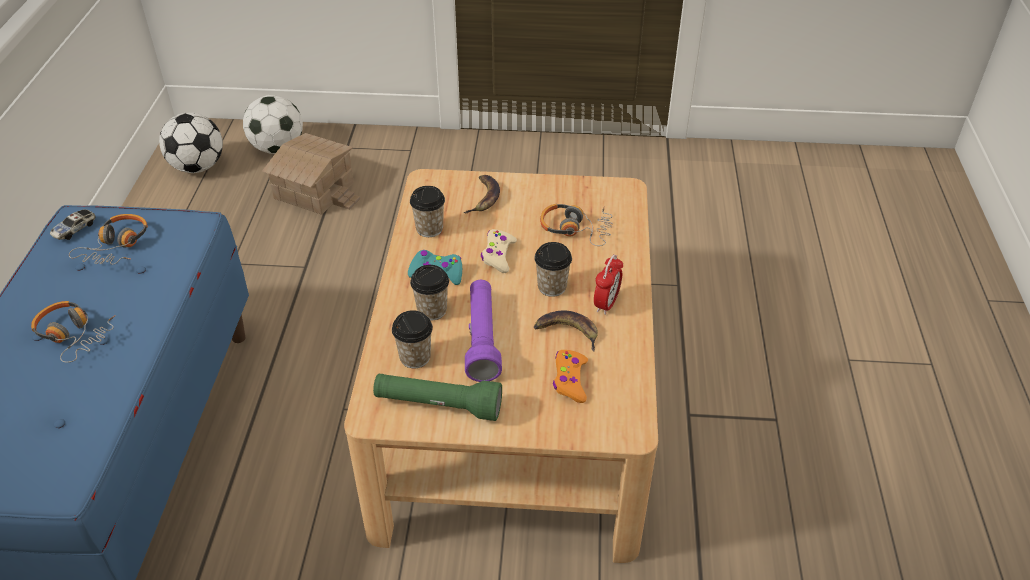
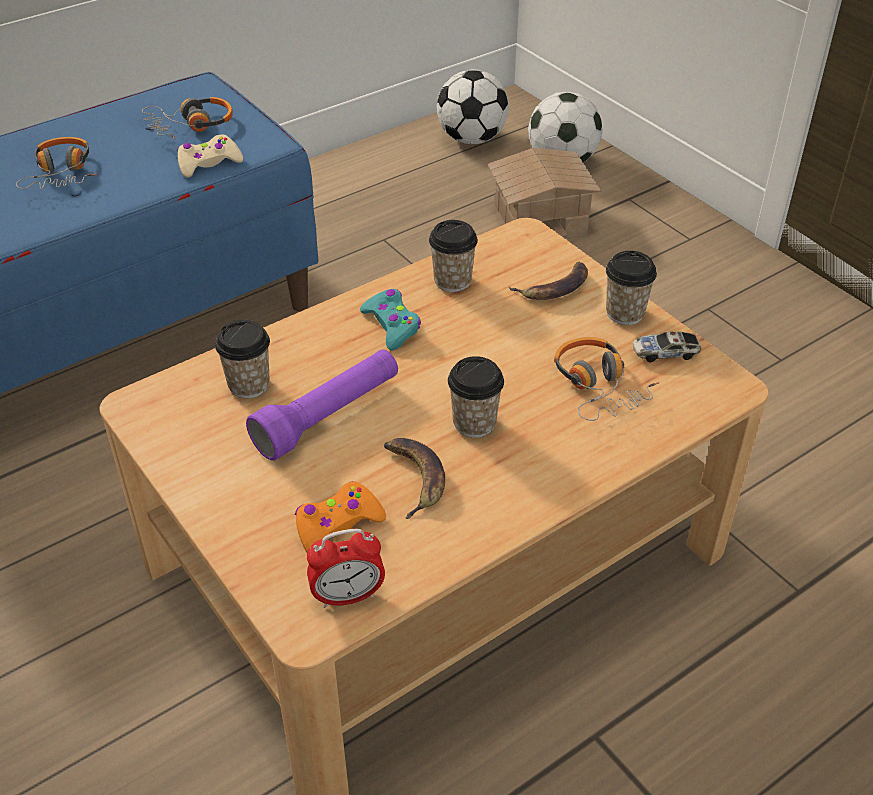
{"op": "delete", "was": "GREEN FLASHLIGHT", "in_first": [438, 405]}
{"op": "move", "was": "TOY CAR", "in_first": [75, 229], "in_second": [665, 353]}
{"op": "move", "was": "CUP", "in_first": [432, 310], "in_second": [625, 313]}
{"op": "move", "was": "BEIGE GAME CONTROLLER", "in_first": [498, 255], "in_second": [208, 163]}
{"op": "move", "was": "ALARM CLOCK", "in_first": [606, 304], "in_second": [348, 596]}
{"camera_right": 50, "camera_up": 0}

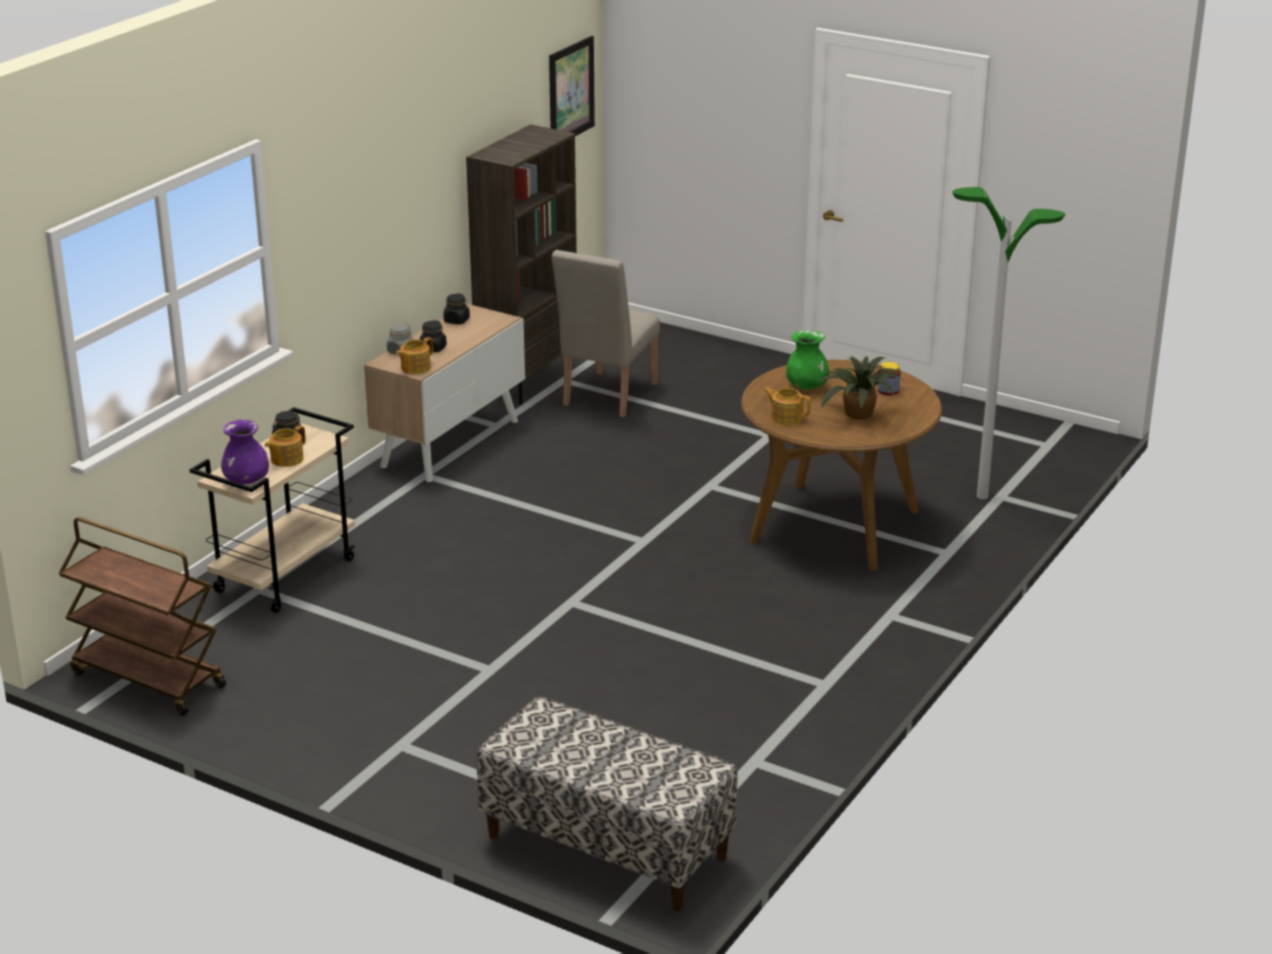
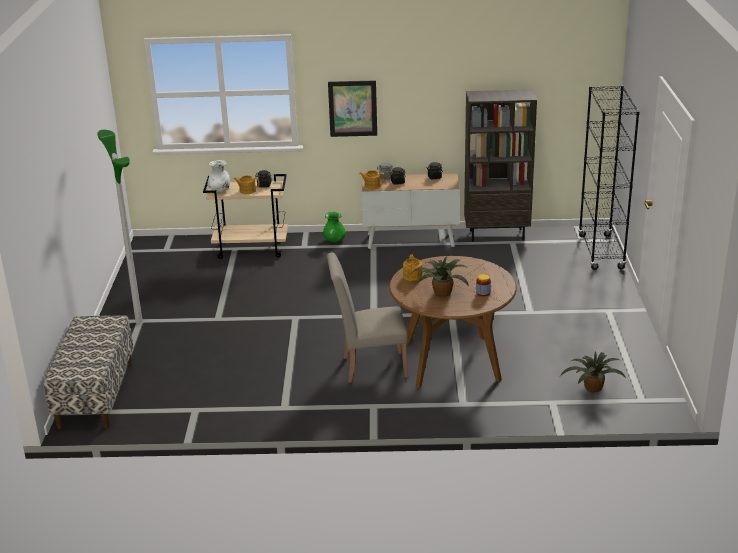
{"op": "delete", "was": "BROWN CART", "in_first": [147, 680]}
{"op": "insert", "now": "POTTED PLANT", "in_second": [592, 388]}
{"op": "insert", "now": "BLACK BOOKCASE", "in_second": [601, 252]}
{"op": "move", "was": "PICTURE", "in_first": [571, 91], "in_second": [352, 108]}
{"op": "move", "was": "BEIGE CHAIR", "in_first": [606, 397], "in_second": [369, 367]}
{"op": "move", "was": "GREEN VASE", "in_first": [806, 386], "in_second": [334, 240]}
{"op": "move", "was": "FLOOR LAMP", "in_first": [982, 496], "in_second": [138, 321]}
{"op": "recolor", "was": "PURPLE VASE", "now": "WHITE VASE", "in_first": [246, 481], "in_second": [220, 190]}
{"camera_right": 60, "camera_up": 0}

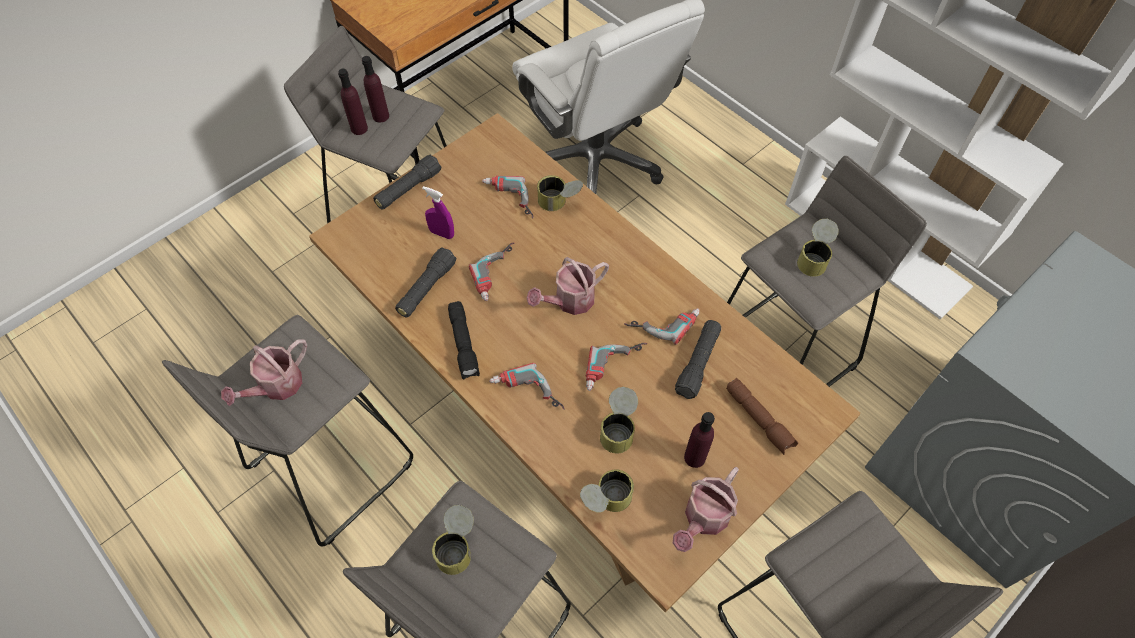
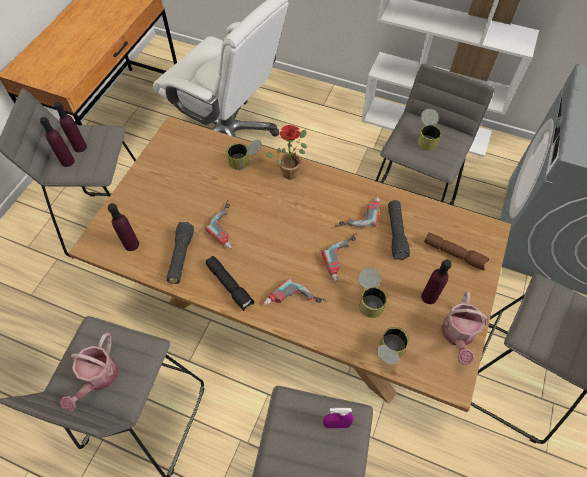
{"op": "delete", "was": "BLACK FLASHLIGHT", "in_first": [408, 189]}
{"op": "delete", "was": "CAN", "in_first": [457, 546]}
{"op": "delete", "was": "POWER DRILL", "in_first": [507, 201]}
{"op": "delete", "was": "WATERING CAN", "in_first": [569, 301]}
{"op": "insert", "now": "PURPLE BOTTLE", "in_second": [131, 244]}
{"op": "insert", "now": "POTTED PLANT", "in_second": [290, 171]}
{"op": "move", "was": "PURPLE SPRAY BOTTLE", "in_first": [442, 233], "in_second": [336, 424]}
{"camera_right": -25, "camera_up": 0}

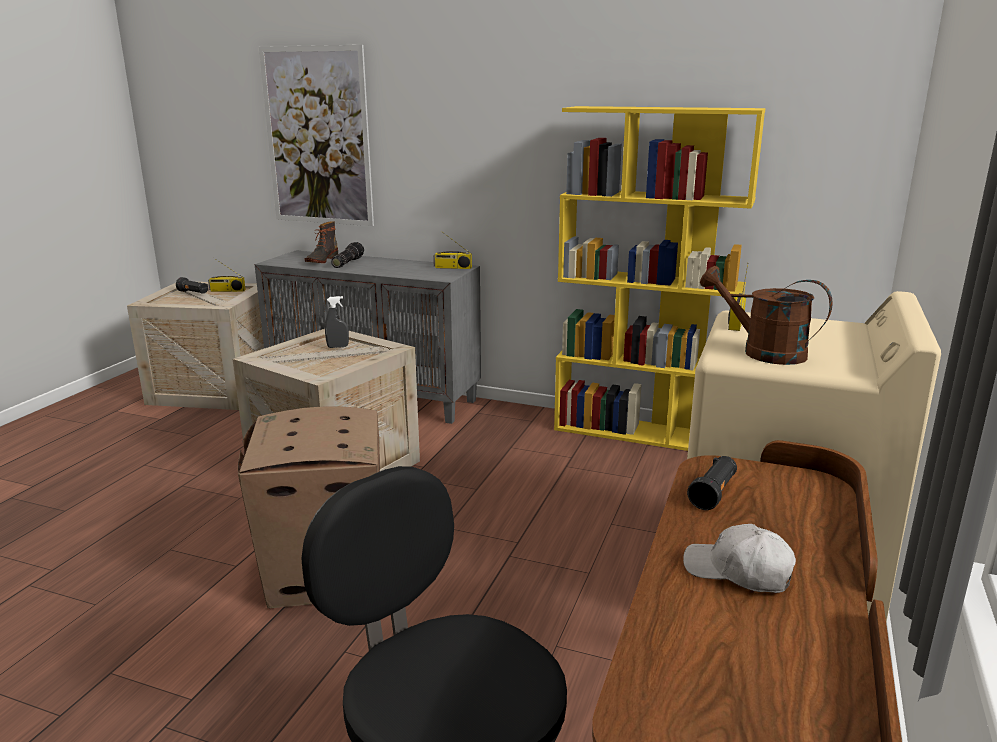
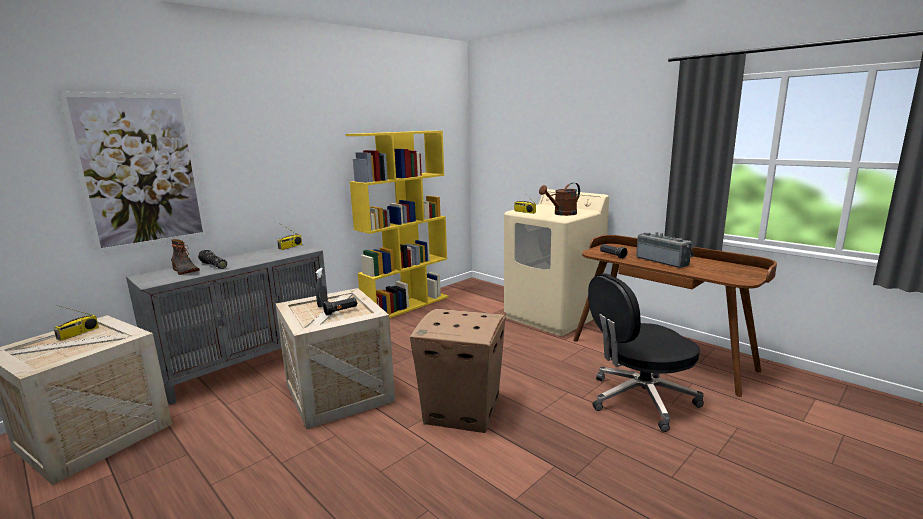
{"op": "move", "was": "BLACK FLASHLIGHT", "in_first": [193, 293], "in_second": [341, 311]}
{"op": "replace", "was": "WHITE CAP", "now": "RADIO", "in_first": [738, 572], "in_second": [663, 261]}
{"camera_right": -65, "camera_up": -5}

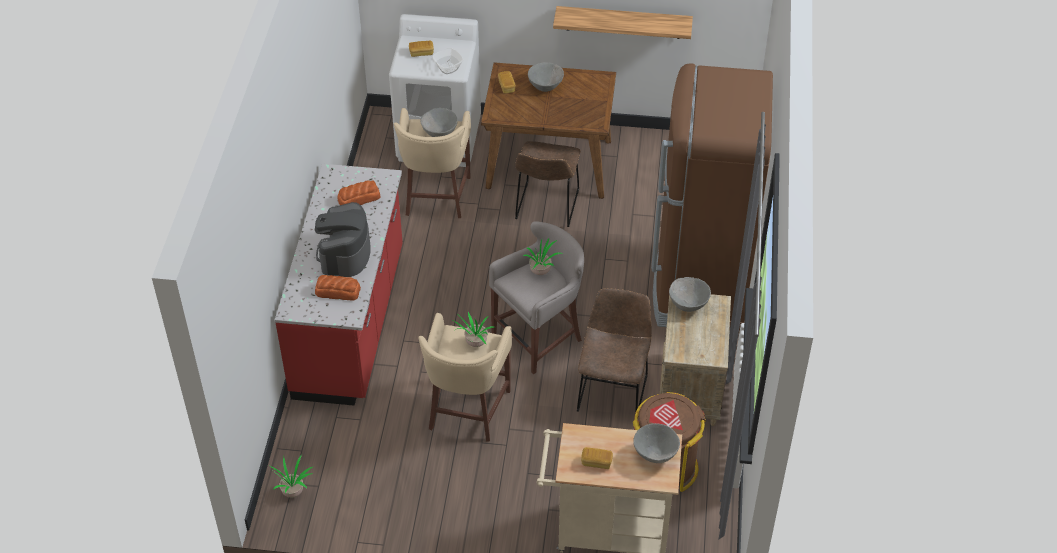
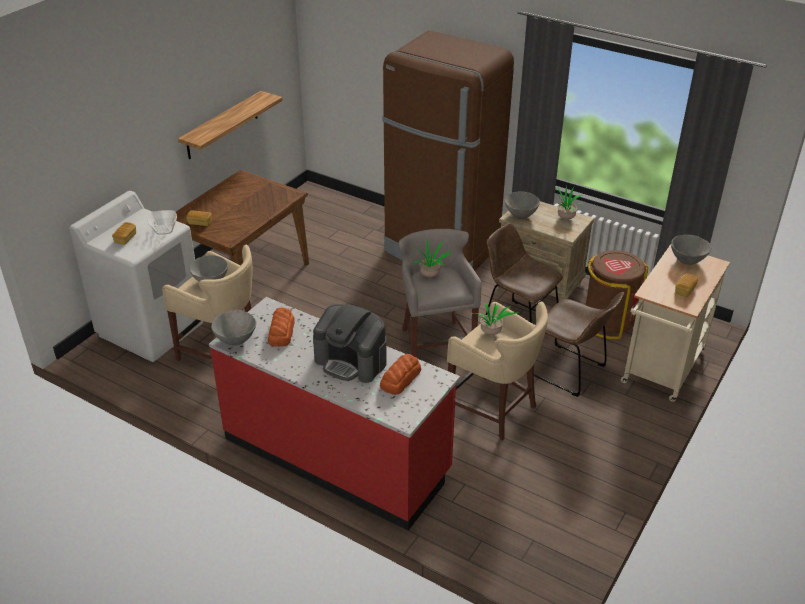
{"op": "move", "was": "POTTED PLANT", "in_first": [293, 491], "in_second": [564, 218]}
{"op": "move", "was": "BROWN CHAIR", "in_first": [546, 207], "in_second": [570, 372]}
{"op": "move", "was": "GREY BOWL", "in_first": [545, 87], "in_second": [236, 340]}
{"camera_right": -65, "camera_up": -10}

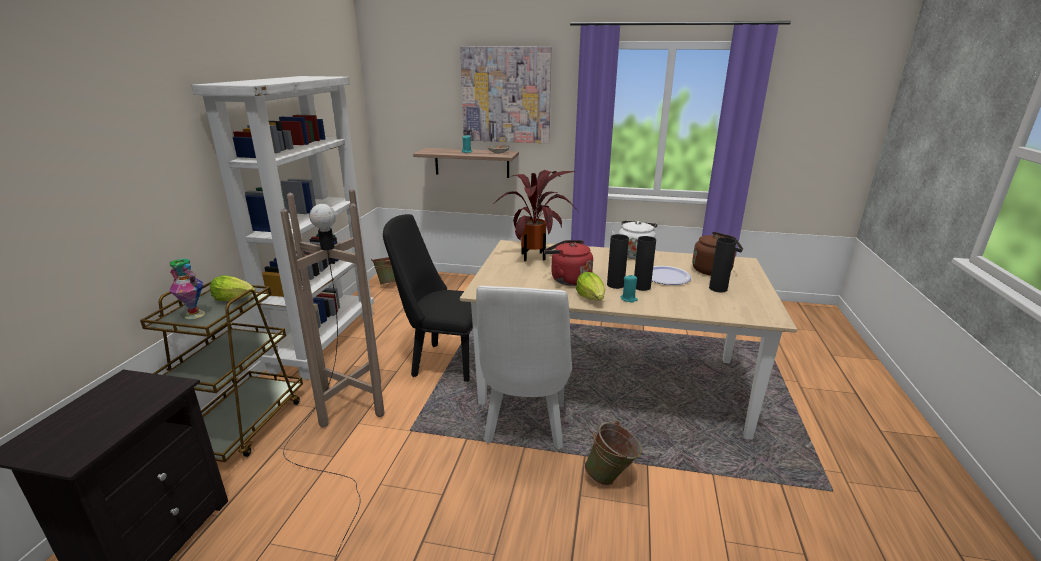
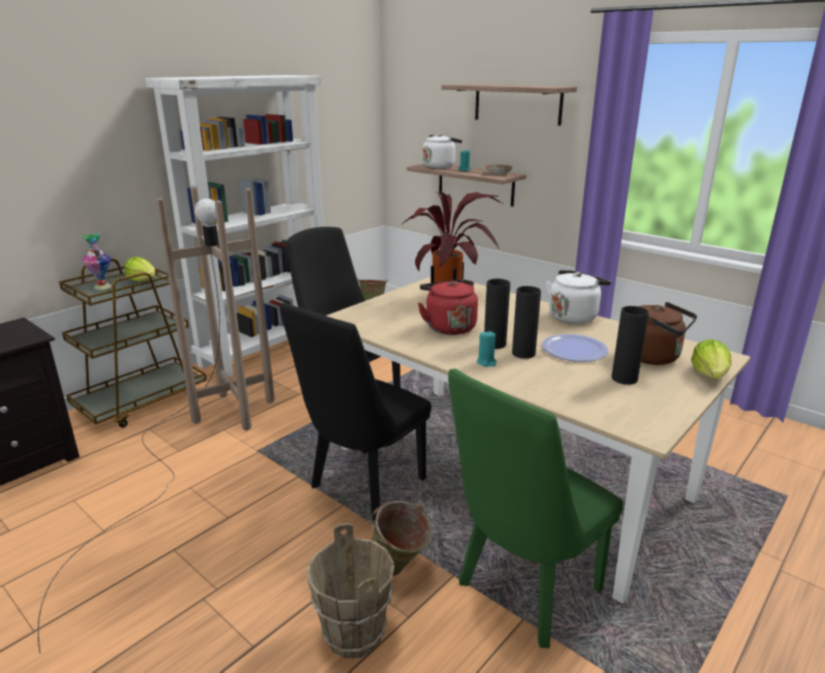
{"op": "insert", "now": "BROWN BUCKET", "in_second": [353, 634]}
{"op": "insert", "now": "WHITE KETTLE", "in_second": [440, 166]}
{"op": "insert", "now": "GREEN CHAIR", "in_second": [522, 593]}
{"op": "move", "was": "LETTUCE", "in_first": [591, 298], "in_second": [710, 375]}
{"op": "replace", "was": "PICTURE", "now": "SHELF", "in_first": [506, 95], "in_second": [517, 103]}
{"op": "recolor", "was": "WHITE CHAIR", "now": "BLACK CHAIR", "in_first": [526, 429], "in_second": [362, 488]}
{"camera_right": 30, "camera_up": 0}

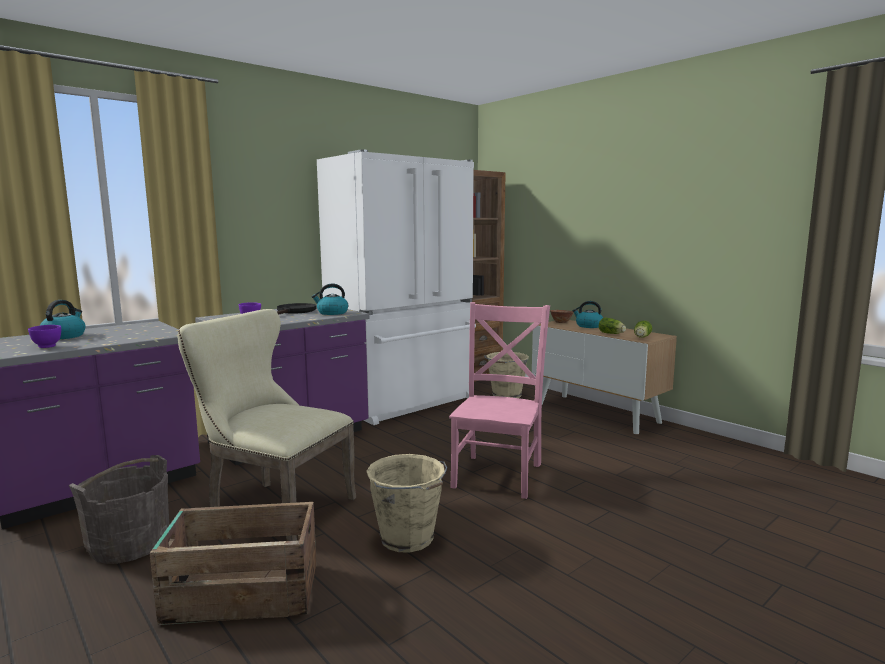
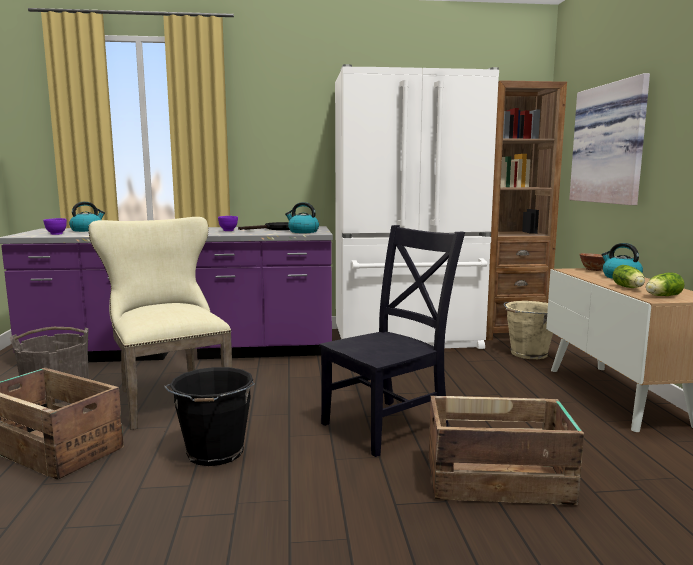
{"op": "insert", "now": "CRATE", "in_second": [499, 481]}
{"op": "insert", "now": "PICTURE", "in_second": [611, 144]}
{"op": "recolor", "was": "BEIGE BUCKET", "now": "BLACK BUCKET", "in_first": [408, 539], "in_second": [215, 453]}
{"op": "recolor", "was": "PINK CHAIR", "now": "BLACK CHAIR", "in_first": [499, 473], "in_second": [388, 425]}
{"camera_right": 35, "camera_up": 0}

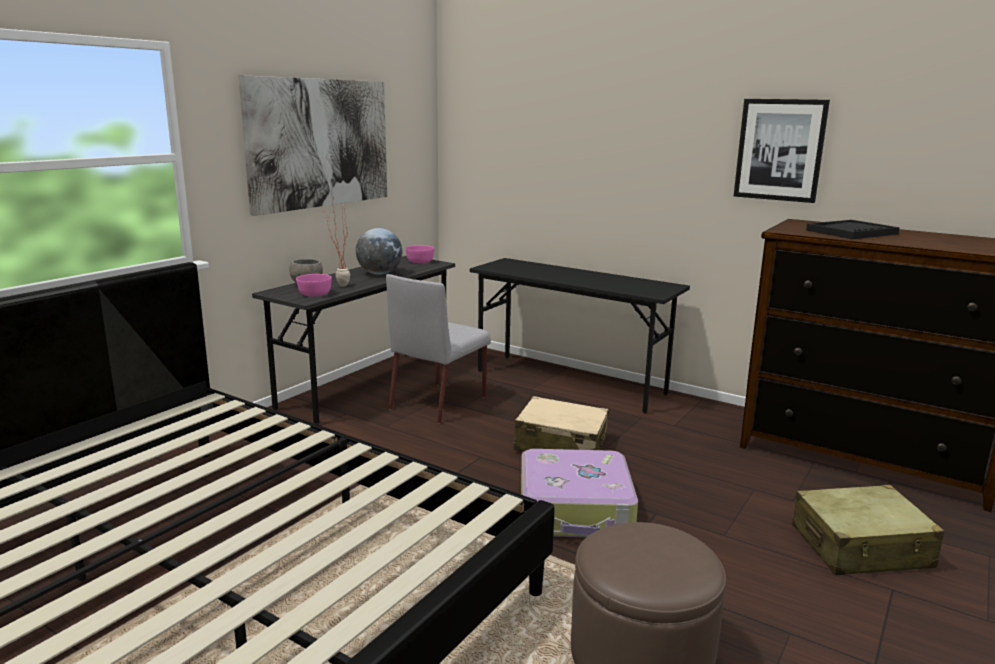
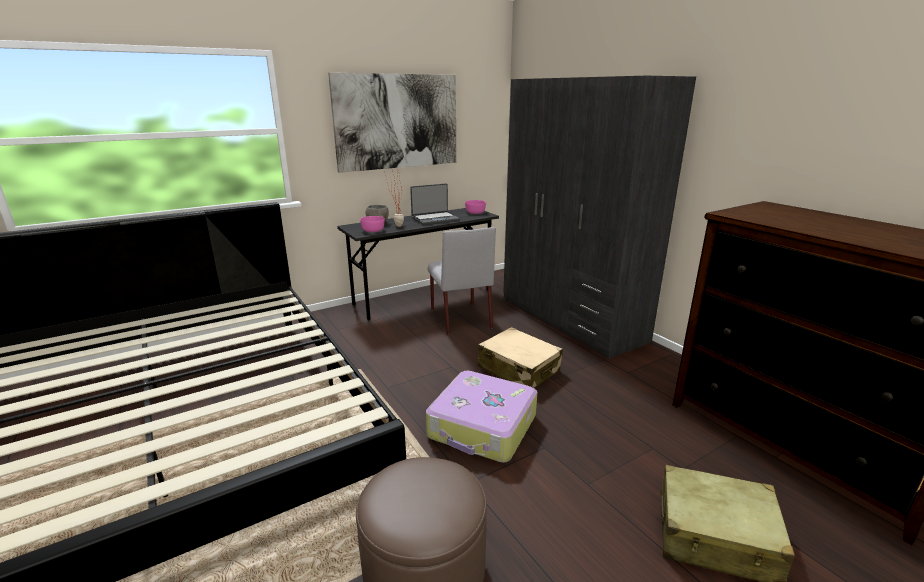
{"op": "delete", "was": "PICTURE", "in_first": [780, 150]}
{"op": "delete", "was": "BLACK TRAY", "in_first": [851, 232]}
{"op": "replace", "was": "GLOBE", "now": "LAPTOP", "in_first": [379, 274], "in_second": [435, 219]}
{"op": "replace", "was": "BLACK DESK", "now": "GREY WARDROBE", "in_first": [570, 382], "in_second": [570, 319]}
{"op": "rotate", "was": "GREY CHAIR", "in_first": [439, 402], "in_second": [460, 318], "clockwise": -75}
{"camera_right": 25, "camera_up": 5}

